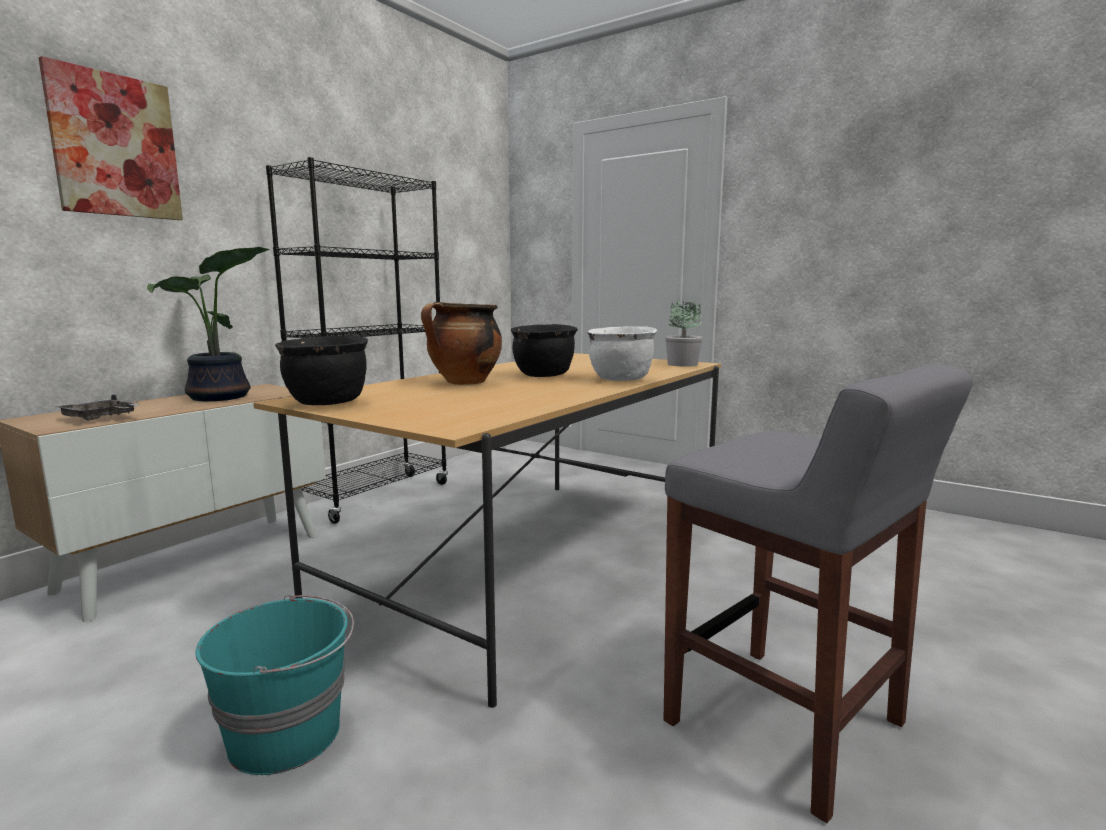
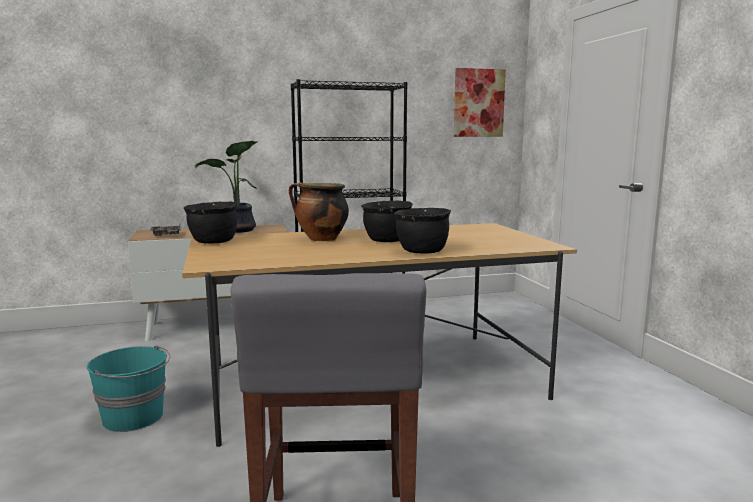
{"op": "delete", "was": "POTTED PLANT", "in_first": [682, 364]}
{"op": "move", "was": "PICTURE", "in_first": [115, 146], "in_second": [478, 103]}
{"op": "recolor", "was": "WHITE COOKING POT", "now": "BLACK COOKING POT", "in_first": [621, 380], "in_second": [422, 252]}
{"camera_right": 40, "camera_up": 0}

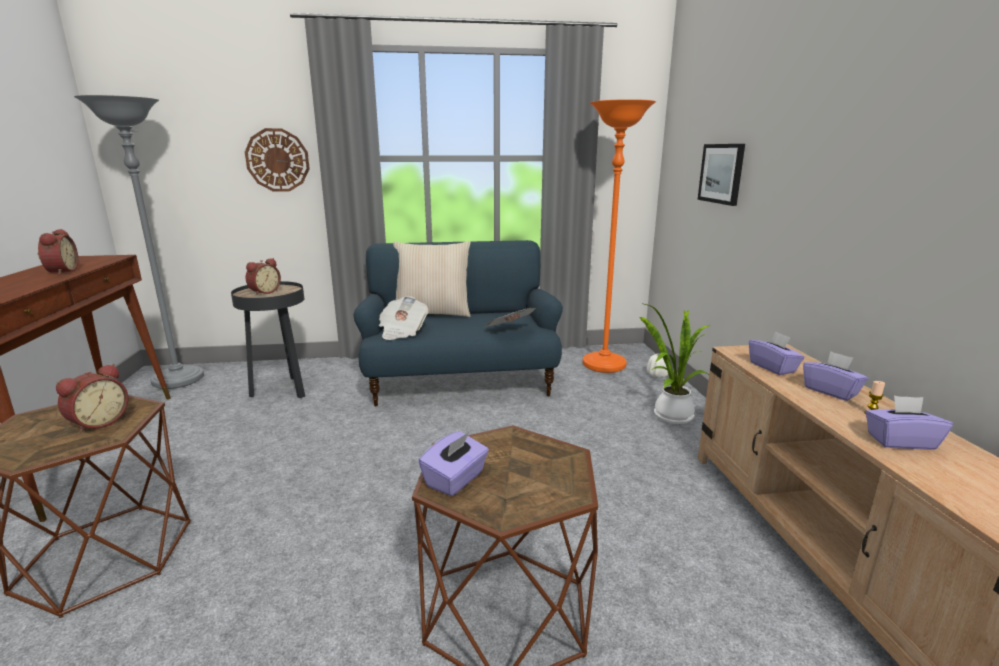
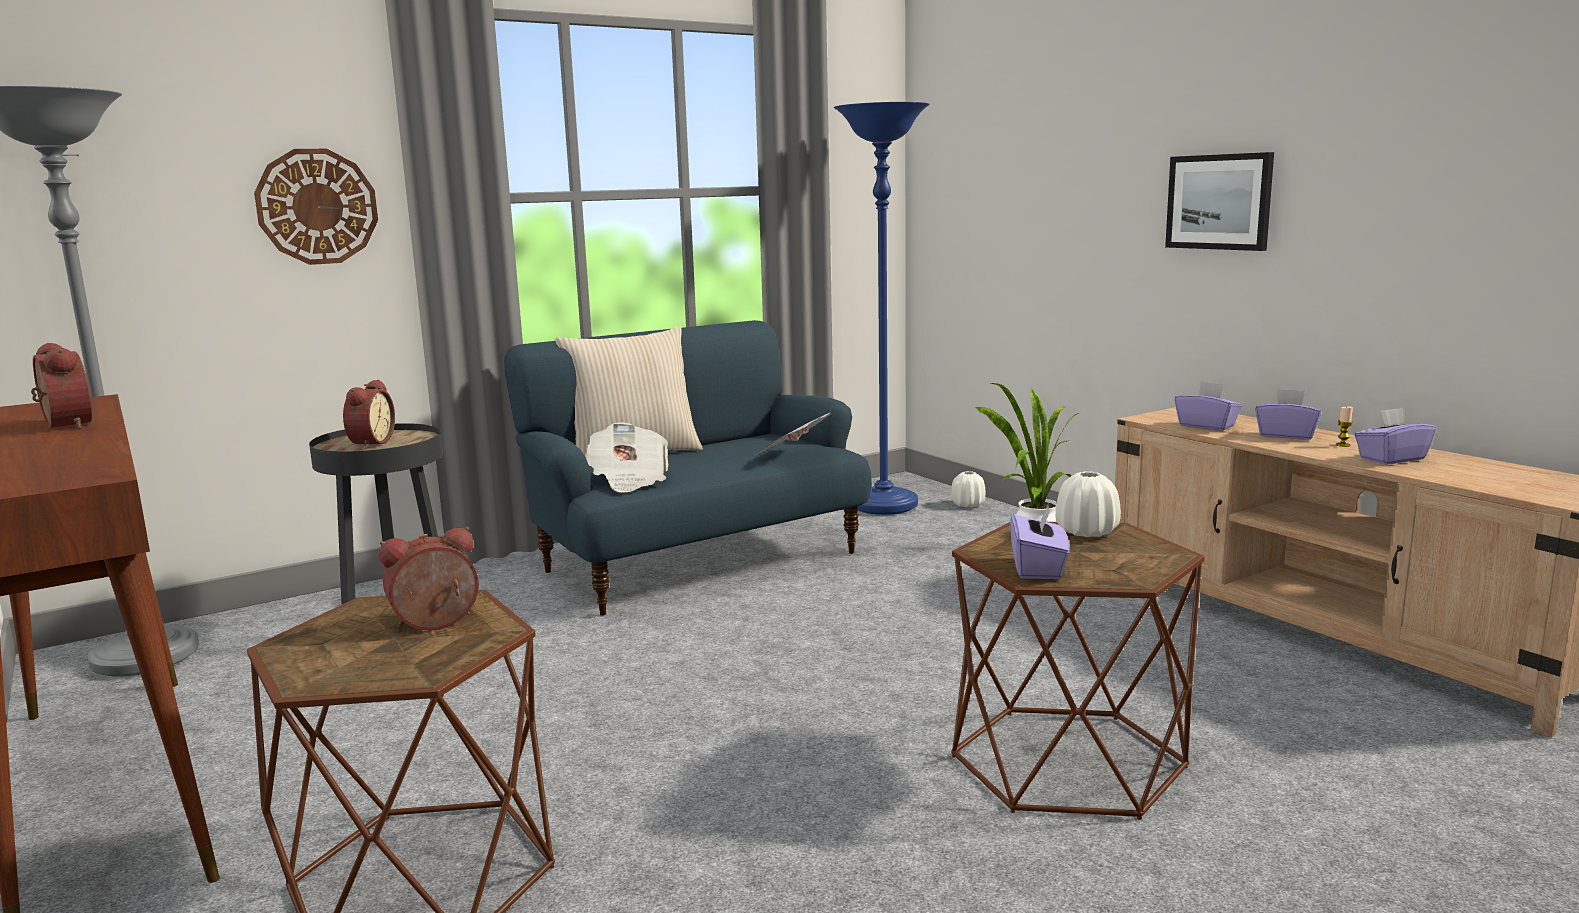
{"op": "insert", "now": "WHITE VASE", "in_second": [1086, 532]}
{"op": "move", "was": "PICTURE", "in_first": [721, 173], "in_second": [1219, 202]}
{"op": "recolor", "was": "ORANGE FLOOR LAMP", "now": "BLUE FLOOR LAMP", "in_first": [604, 365], "in_second": [883, 505]}
{"op": "rotate", "was": "ALARM CLOCK", "in_first": [98, 422], "in_second": [436, 624], "clockwise": -120}
{"camera_right": -25, "camera_up": -5}

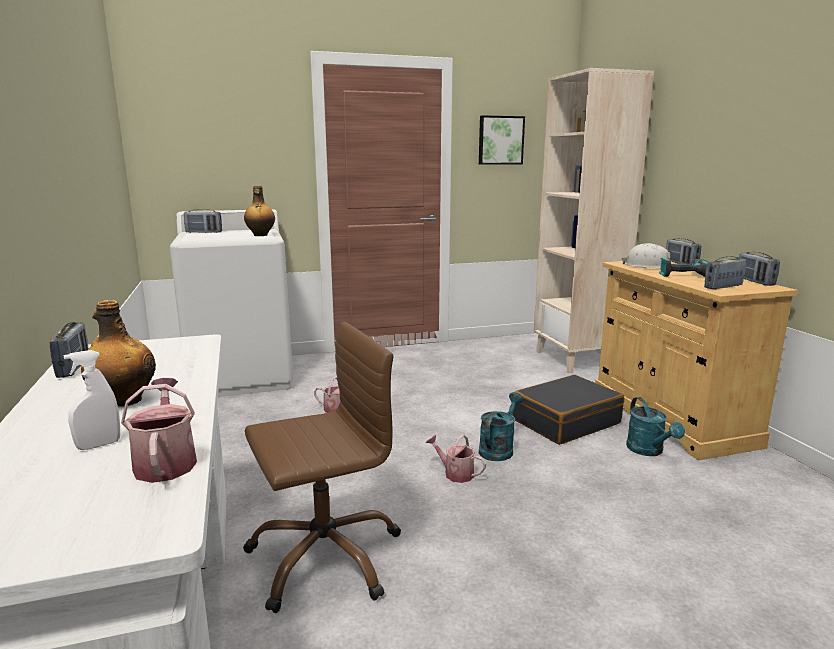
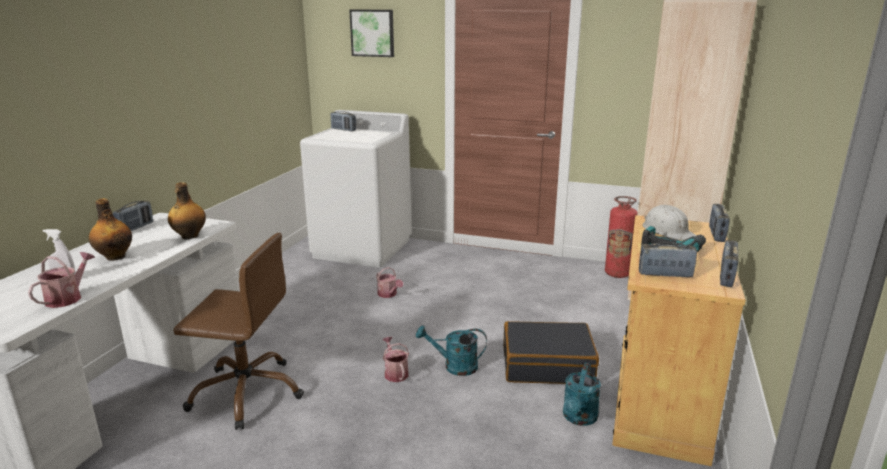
{"op": "insert", "now": "FIRE EXTINGUISHER", "in_second": [617, 274]}
{"op": "move", "was": "BOTTLE", "in_first": [260, 235], "in_second": [189, 236]}
{"op": "move", "was": "PICTURE", "in_first": [500, 140], "in_second": [373, 33]}
{"op": "rotate", "was": "TURQUOISE WATERING CAN", "in_first": [498, 448], "in_second": [454, 366], "clockwise": -150}
{"camera_right": 35, "camera_up": 5}

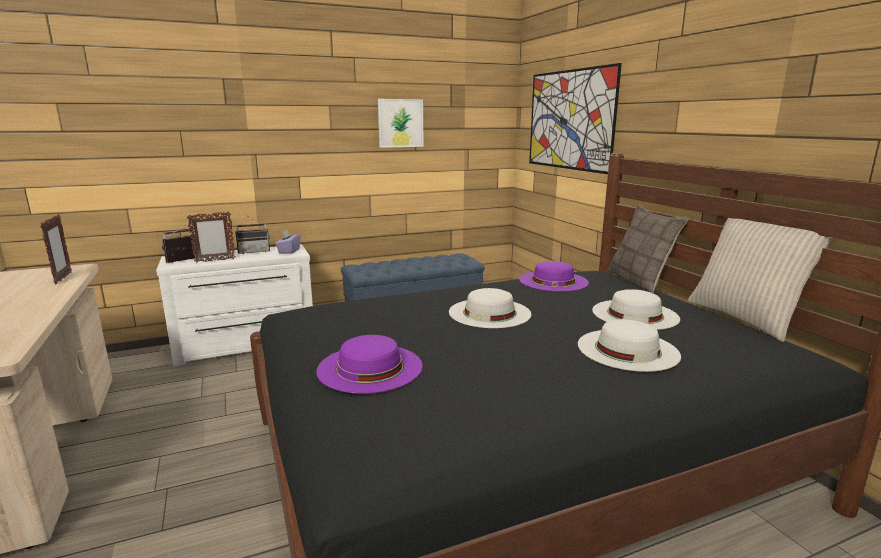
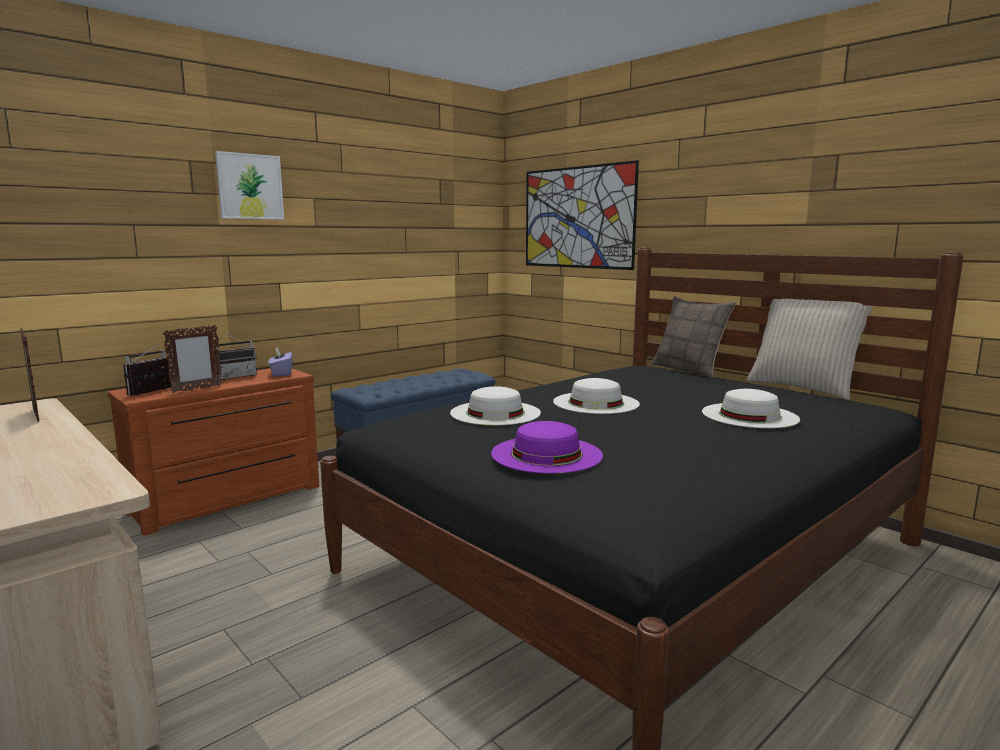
{"op": "delete", "was": "PURPLE HAT", "in_first": [553, 281]}
{"op": "move", "was": "PICTURE", "in_first": [400, 123], "in_second": [250, 186]}
{"op": "move", "was": "WHITE HAT", "in_first": [635, 314], "in_second": [495, 413]}
{"op": "recolor", "was": "WHITE DRESSER", "now": "BROWN DRESSER", "in_first": [246, 346], "in_second": [229, 500]}
{"camera_right": -20, "camera_up": -5}

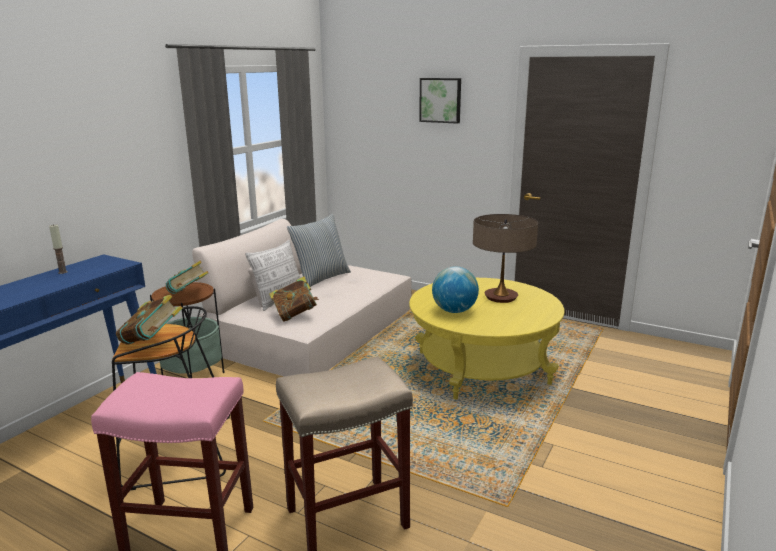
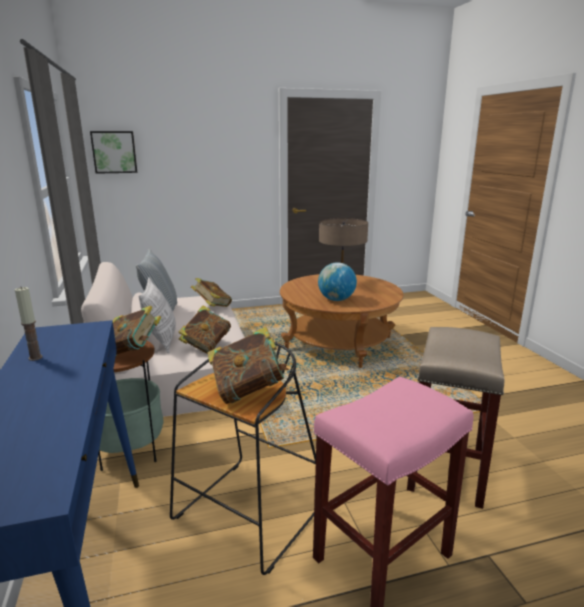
{"op": "insert", "now": "BOOK", "in_second": [212, 306]}
{"op": "move", "was": "PICTURE", "in_first": [440, 100], "in_second": [114, 152]}
{"op": "recolor", "was": "YELLOW COFFEE TABLE", "now": "BROWN COFFEE TABLE", "in_first": [482, 368], "in_second": [338, 343]}
{"camera_right": -45, "camera_up": 0}

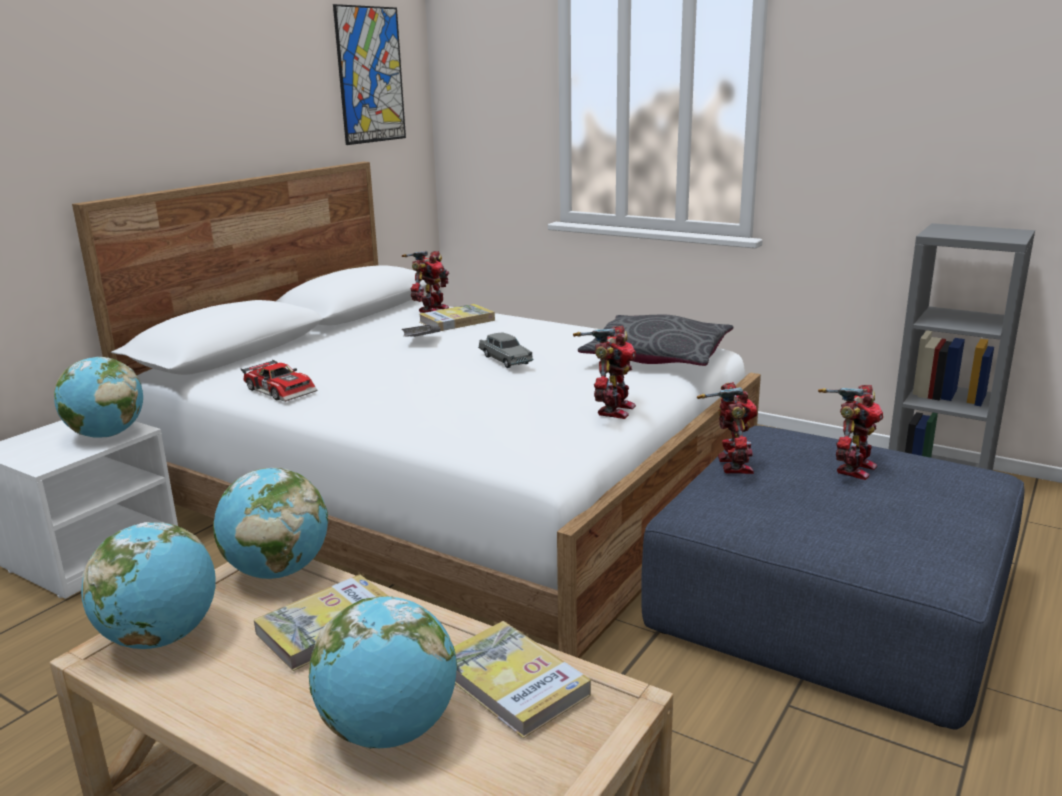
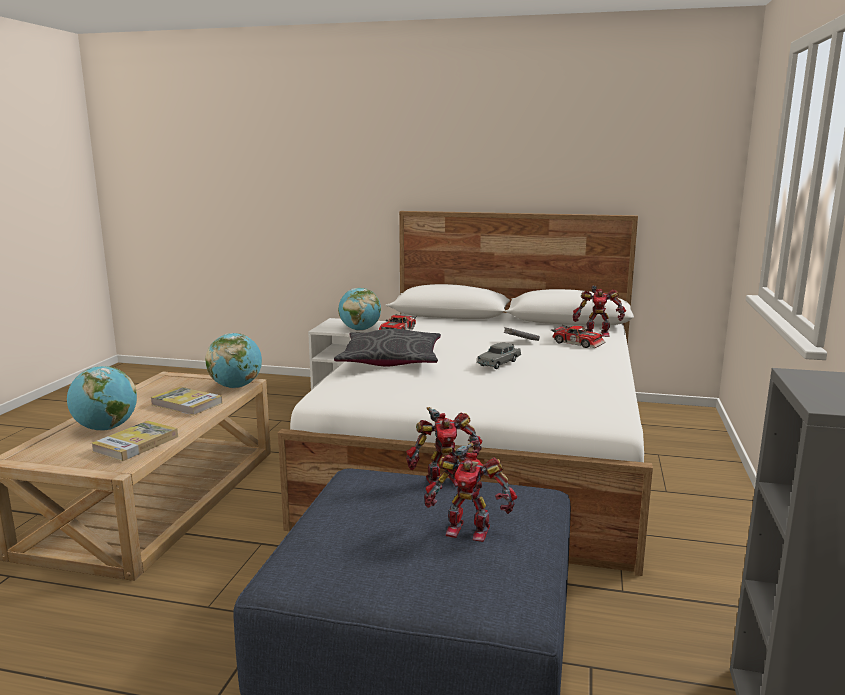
{"op": "delete", "was": "GLOBE", "in_first": [161, 638]}
{"op": "delete", "was": "PICTURE", "in_first": [370, 75]}
{"op": "delete", "was": "TOY ROBOT", "in_first": [612, 410]}
{"op": "move", "was": "GREY PILLOW", "in_first": [657, 357], "in_second": [390, 361]}
{"op": "replace", "was": "BOOK", "now": "TOY CAR", "in_first": [457, 321], "in_second": [578, 343]}
{"camera_right": 70, "camera_up": -5}

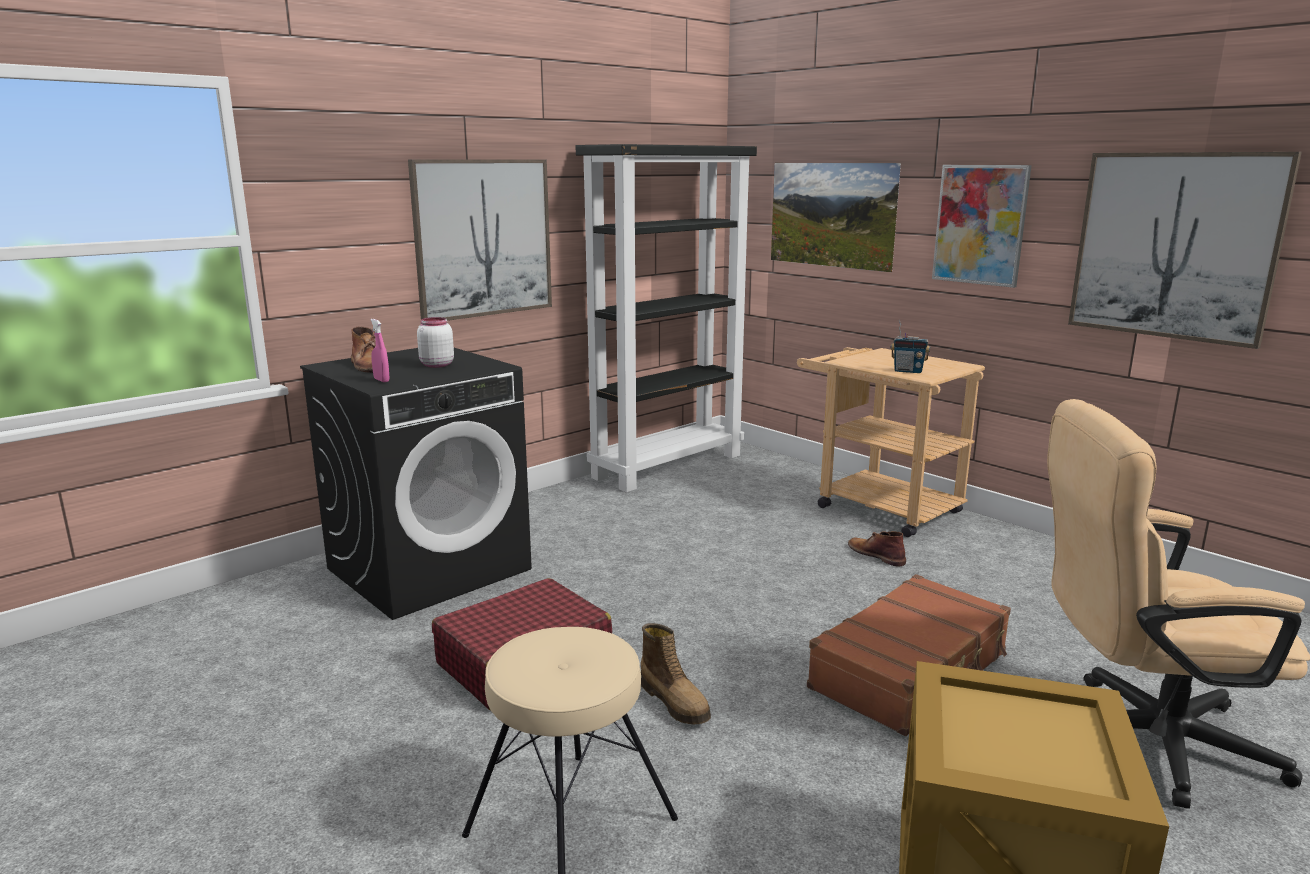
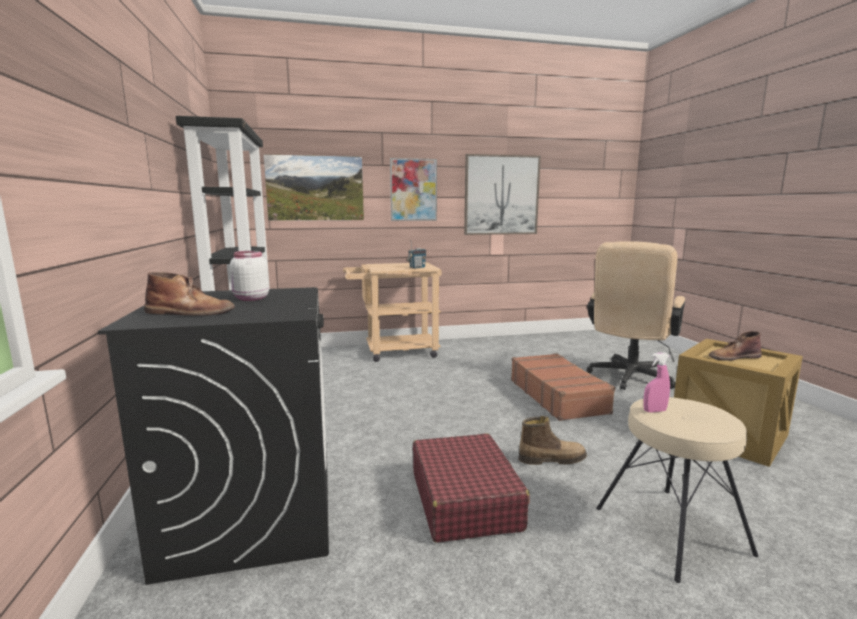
{"op": "delete", "was": "PICTURE", "in_first": [483, 238]}
{"op": "move", "was": "PINK SPRAY BOTTLE", "in_first": [381, 380], "in_second": [654, 411]}
{"op": "move", "was": "BROWN BOOT", "in_first": [876, 554], "in_second": [733, 357]}
{"camera_right": -60, "camera_up": -5}

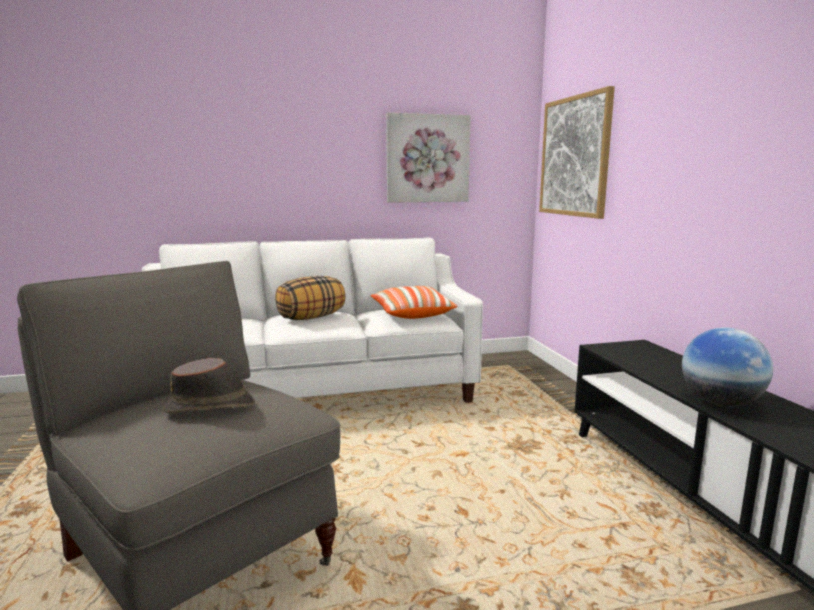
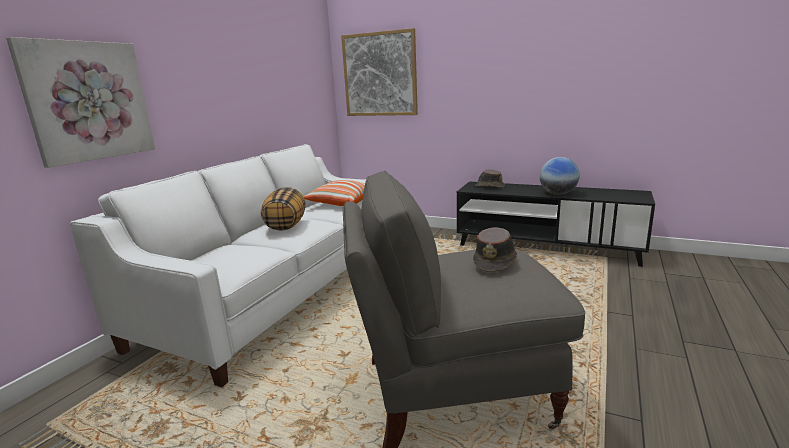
{"op": "insert", "now": "BROWN HAT", "in_second": [489, 186]}
{"op": "move", "was": "PICTURE", "in_first": [427, 158], "in_second": [88, 101]}
{"camera_right": -50, "camera_up": 5}

